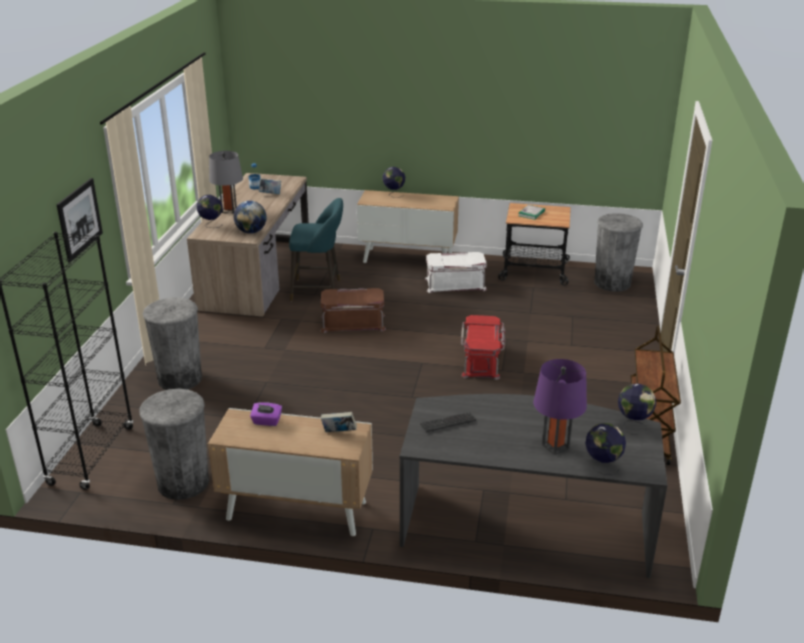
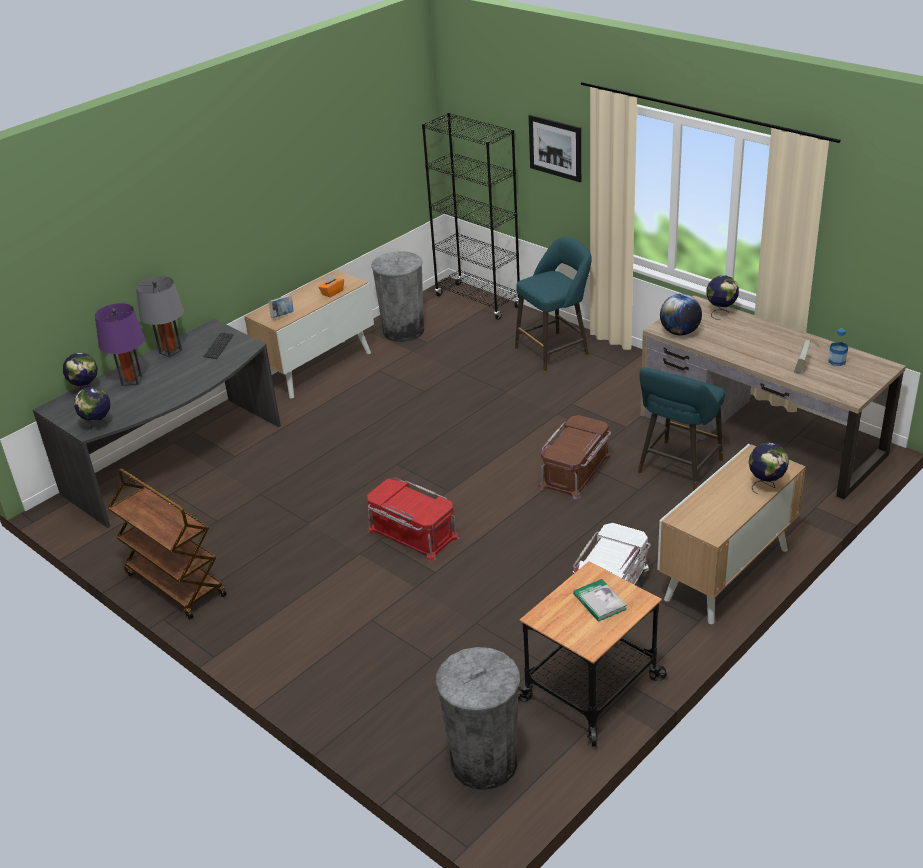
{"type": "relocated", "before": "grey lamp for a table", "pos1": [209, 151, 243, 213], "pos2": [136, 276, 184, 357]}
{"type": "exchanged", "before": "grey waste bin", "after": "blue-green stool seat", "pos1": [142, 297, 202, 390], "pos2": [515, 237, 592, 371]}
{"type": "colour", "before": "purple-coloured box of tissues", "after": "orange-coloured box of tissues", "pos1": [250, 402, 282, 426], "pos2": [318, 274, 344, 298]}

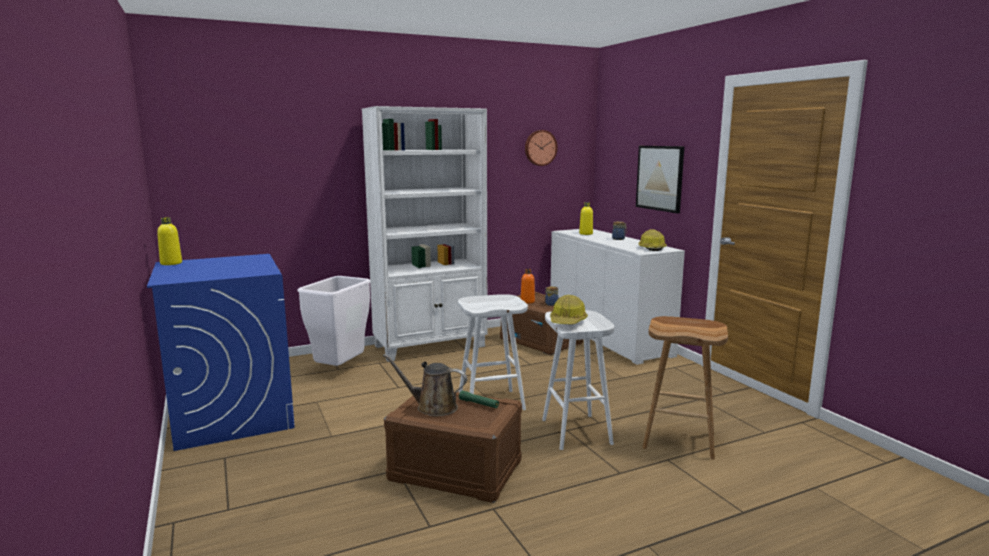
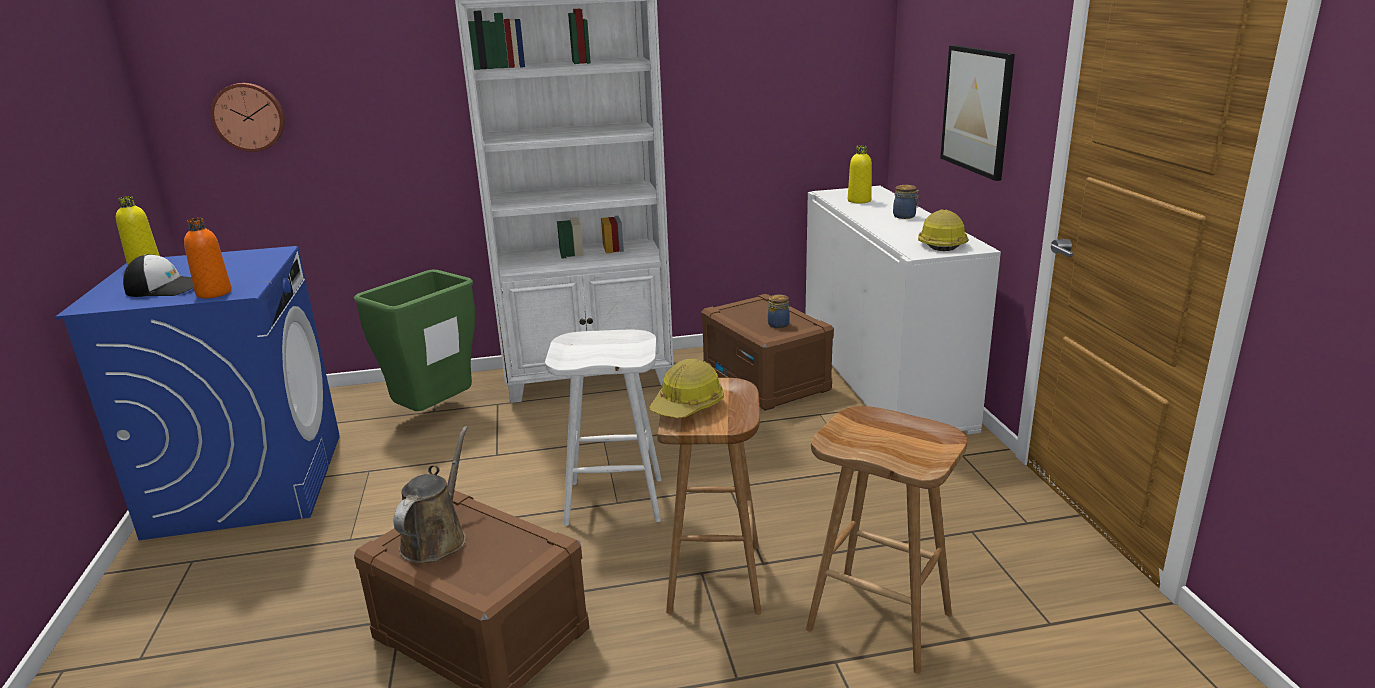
{"type": "relocated", "before": "clock on the wall", "pos1": [525, 130, 558, 166], "pos2": [211, 83, 285, 152]}
{"type": "relocated", "before": "orange-coloured drink bottle", "pos1": [521, 269, 535, 304], "pos2": [184, 218, 232, 298]}
{"type": "colour", "before": "white waste bin", "after": "green waste bin", "pos1": [297, 276, 371, 366], "pos2": [354, 270, 475, 411]}
{"type": "colour", "before": "white stool seat", "after": "brownish stool seat", "pos1": [542, 310, 614, 450], "pos2": [657, 378, 761, 615]}
{"type": "spun", "before": "brownish watering pot", "pos1": [383, 354, 467, 416], "pos2": [394, 426, 468, 563], "turn": 75}
{"type": "missing", "before": "green flashlight", "pos1": [459, 390, 499, 408]}
{"type": "appeared", "after": "cap", "pos2": [123, 254, 194, 297]}

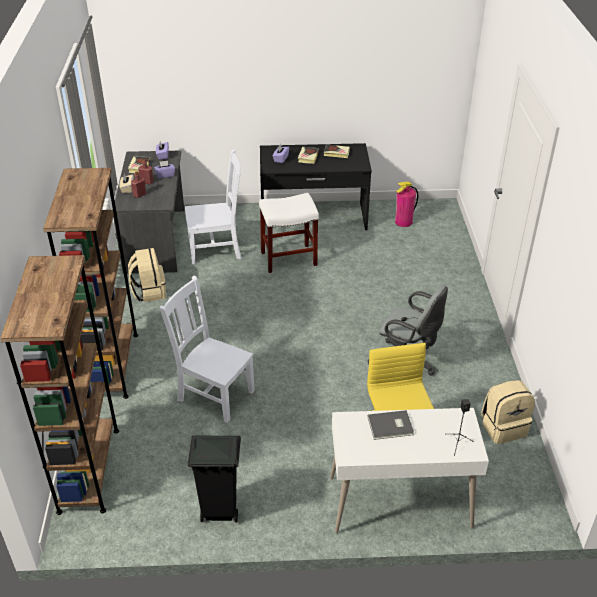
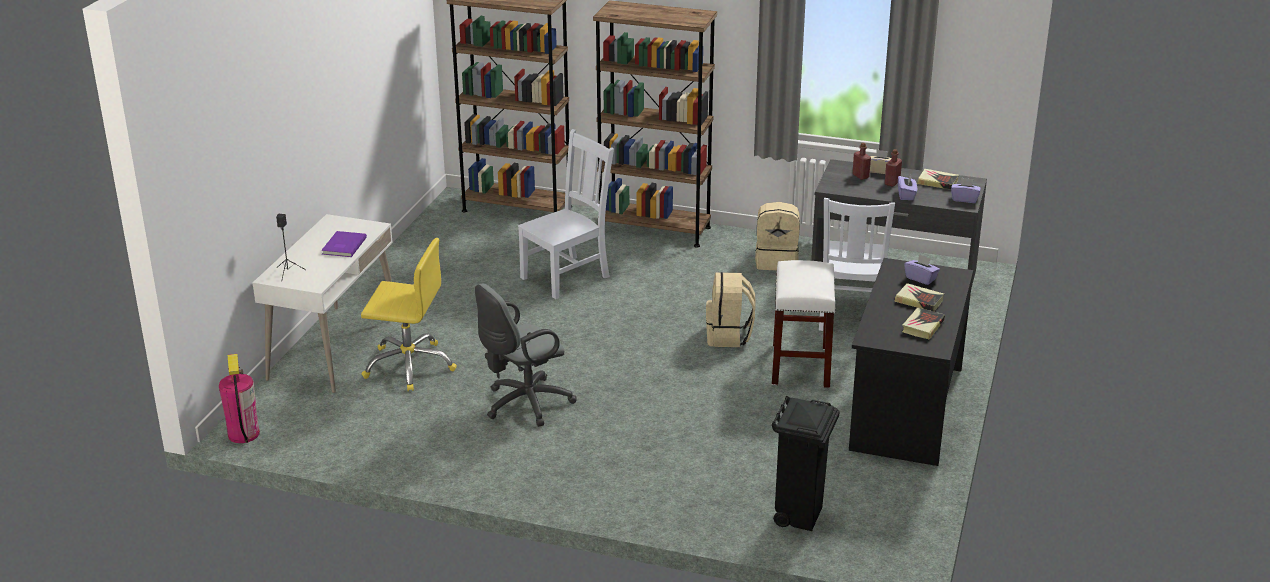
{"type": "relocated", "before": "fire-fighting cylinder", "pos1": [395, 181, 418, 227], "pos2": [219, 354, 260, 443]}
{"type": "relocated", "before": "beige rucksack", "pos1": [481, 380, 535, 444], "pos2": [706, 272, 756, 347]}
{"type": "colour", "before": "grey bound book", "after": "purple-coloured bound book", "pos1": [368, 410, 414, 440], "pos2": [321, 231, 367, 257]}
{"type": "relocated", "before": "black waste bin", "pos1": [188, 436, 241, 523], "pos2": [772, 396, 840, 531]}

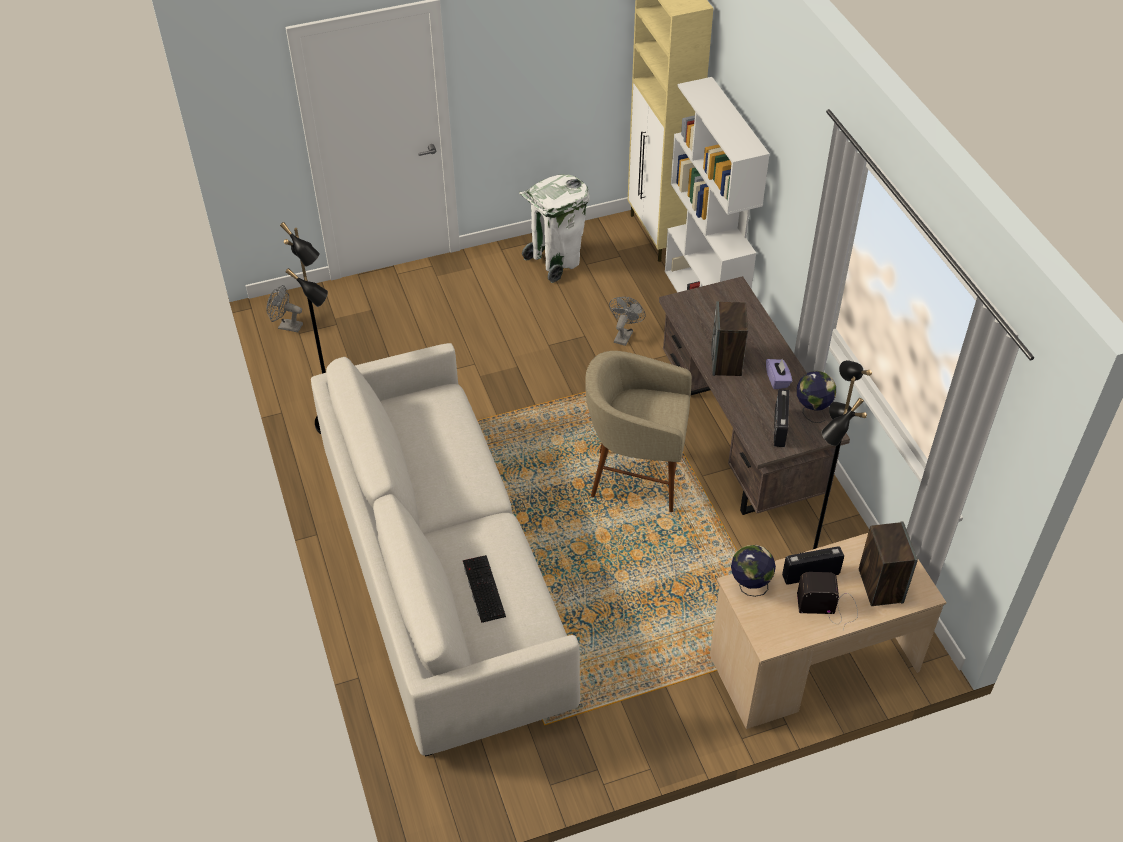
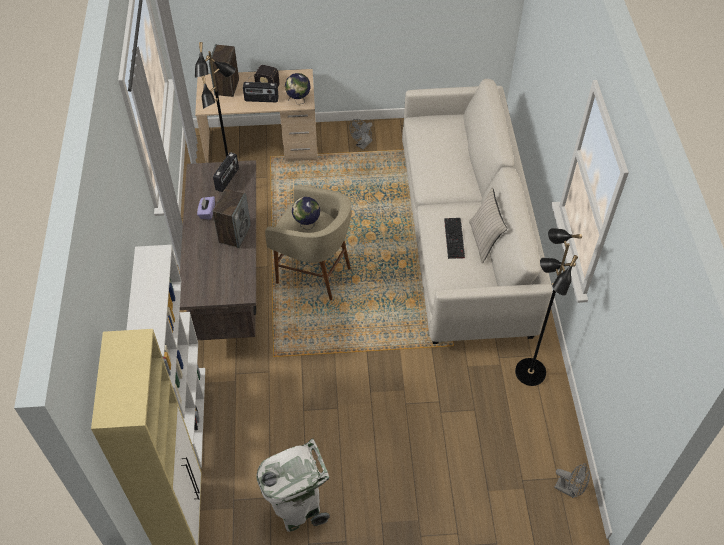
{"type": "relocated", "before": "grey fan", "pos1": [609, 297, 646, 346], "pos2": [349, 119, 373, 150]}
{"type": "relocated", "before": "world globe", "pos1": [797, 371, 836, 423], "pos2": [292, 197, 320, 230]}
{"type": "relocated", "before": "PC keyboard", "pos1": [463, 555, 506, 623], "pos2": [444, 218, 465, 259]}
{"type": "appeared", "after": "beige pillow", "pos2": [469, 187, 507, 264]}

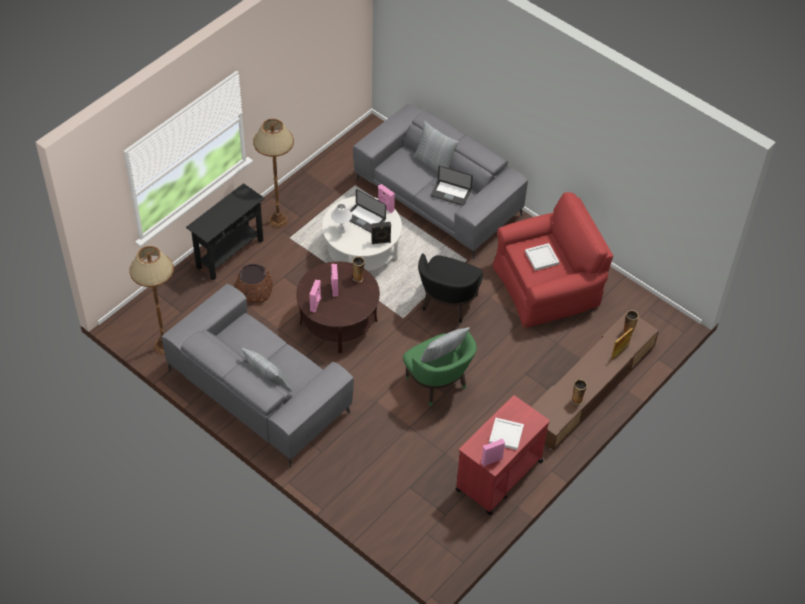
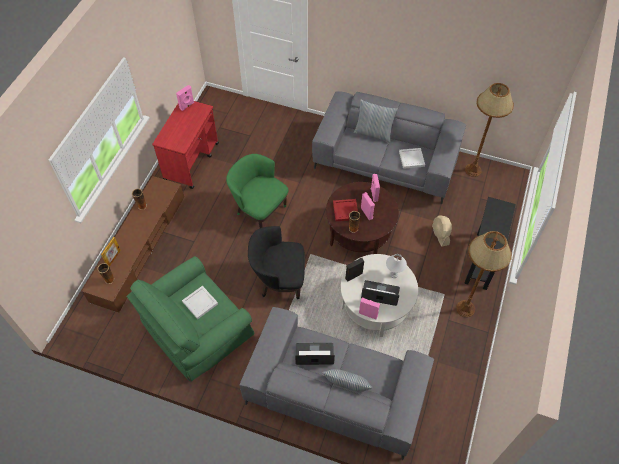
{"type": "colour", "before": "reddish easy chair", "after": "green easy chair", "pos1": [493, 192, 613, 328], "pos2": [126, 256, 254, 382]}
{"type": "spun", "before": "black easy chair", "pos1": [418, 253, 483, 323], "pos2": [248, 226, 305, 299], "turn": -90}
{"type": "exchanged", "before": "brownish planter", "after": "beige fan", "pos1": [235, 264, 273, 303], "pos2": [432, 215, 452, 247]}
{"type": "missing", "before": "pillow", "pos1": [420, 327, 470, 362]}
{"type": "relocated", "before": "white carrying tray", "pos1": [489, 418, 524, 450], "pos2": [399, 148, 425, 169]}
{"type": "appeared", "after": "reddish carrying tray", "pos2": [333, 199, 358, 221]}

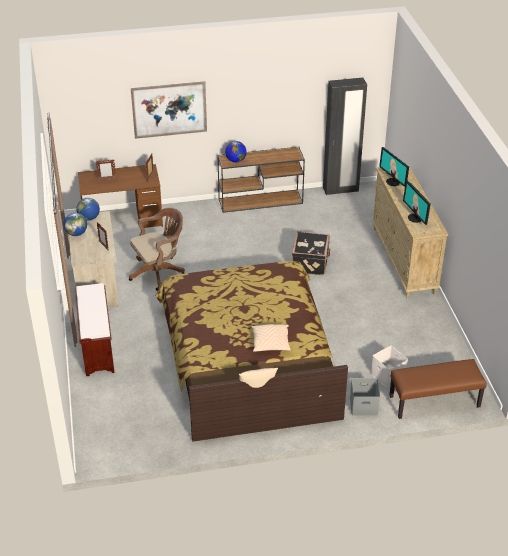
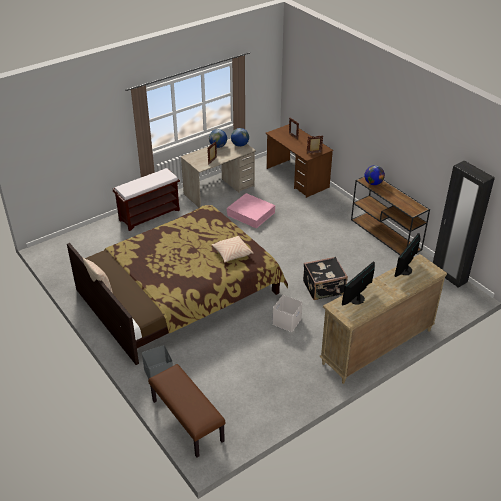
{"type": "missing", "before": "picture", "pos1": [131, 81, 207, 139]}
{"type": "exchanged", "before": "brownish office chair", "after": "pink storage bin", "pos1": [129, 208, 185, 291], "pos2": [227, 193, 275, 228]}
{"type": "relocated", "before": "beige pillow", "pos1": [251, 324, 291, 352], "pos2": [211, 236, 254, 262]}
{"type": "relocated", "before": "white storage bin", "pos1": [371, 346, 408, 388], "pos2": [272, 295, 303, 332]}

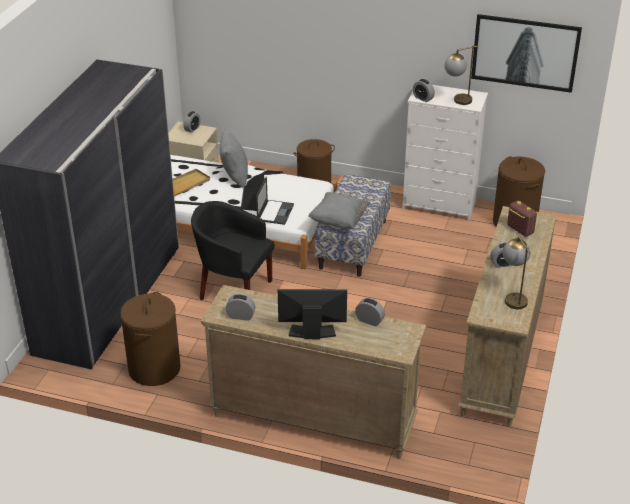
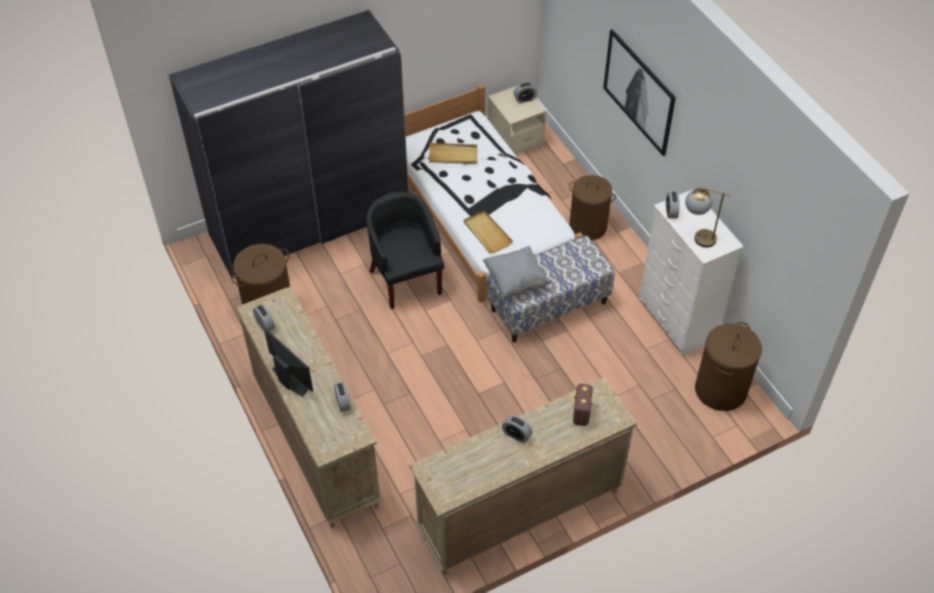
{"type": "relocated", "before": "picture", "pos1": [471, 14, 582, 93], "pos2": [603, 29, 676, 156]}
{"type": "missing", "before": "grey pillow", "pos1": [220, 129, 248, 188]}
{"type": "exchanged", "before": "portable computer", "after": "beige carrying tray", "pos1": [256, 176, 294, 225], "pos2": [464, 211, 513, 254]}
{"type": "missing", "before": "lamp for a table", "pos1": [503, 235, 530, 309]}

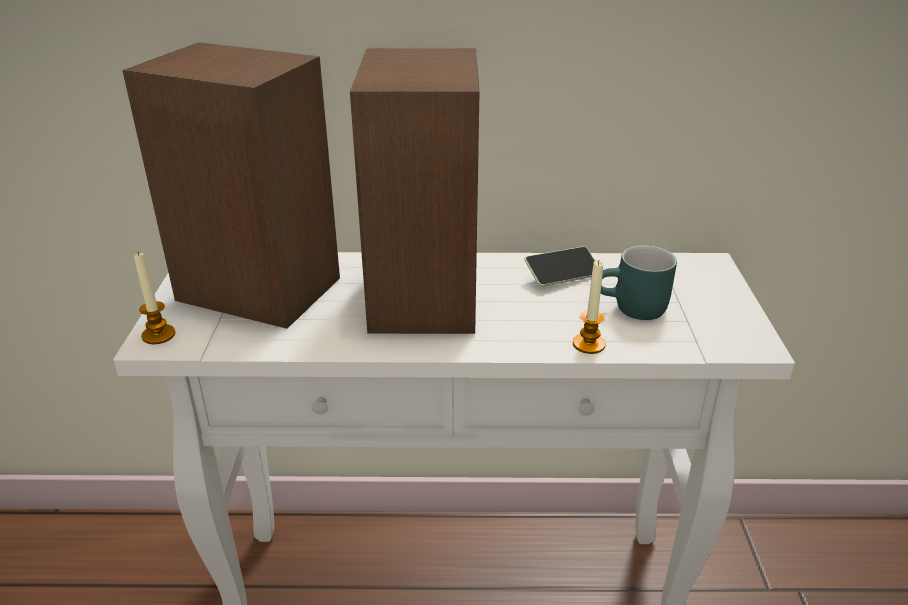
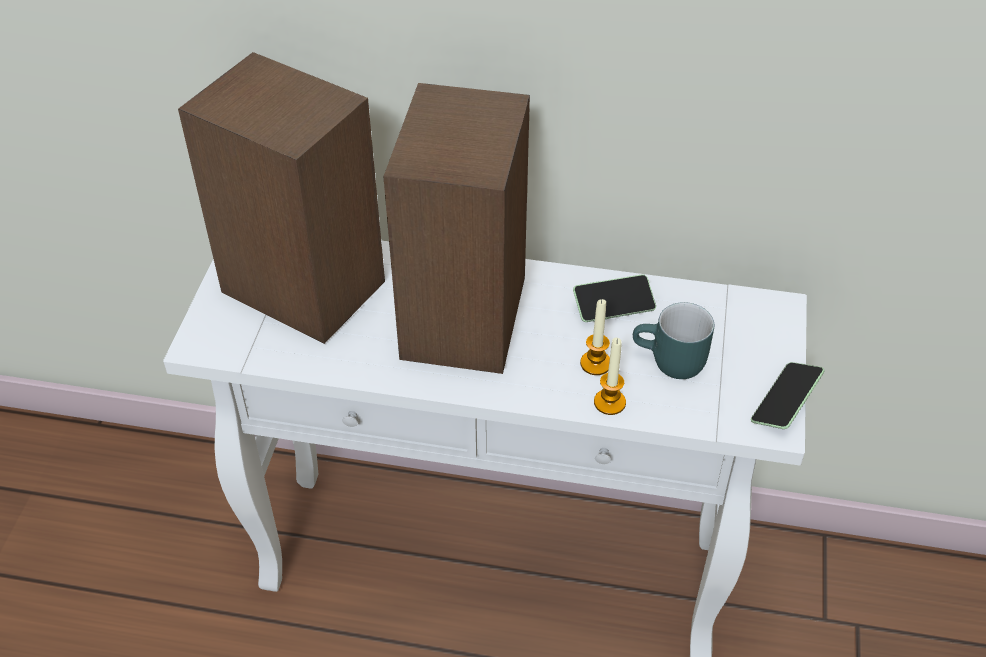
{"type": "relocated", "before": "candle", "pos1": [134, 252, 175, 344], "pos2": [580, 299, 610, 375]}
{"type": "appeared", "after": "telephone", "pos2": [751, 362, 825, 429]}

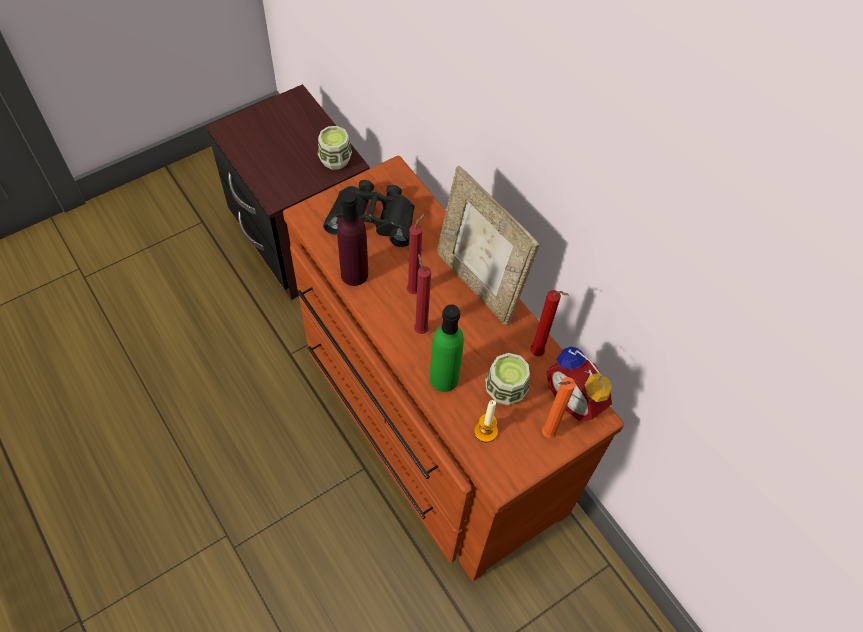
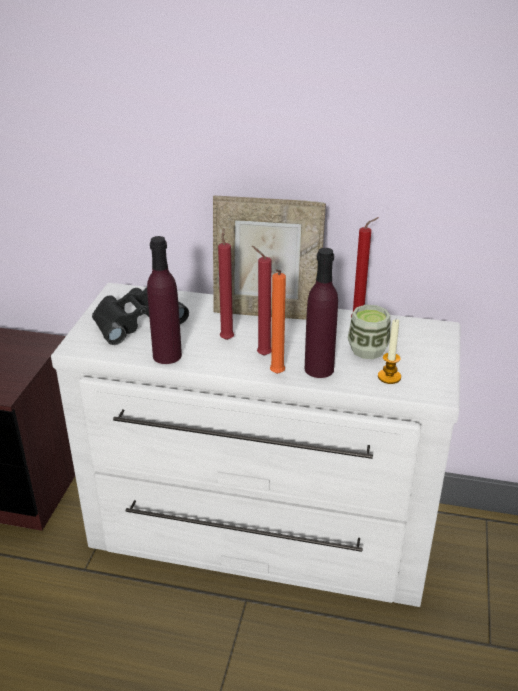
{"type": "missing", "before": "small cup", "pos1": [318, 126, 352, 170]}
{"type": "colour", "before": "brownish dresser", "after": "white dresser", "pos1": [283, 156, 624, 581], "pos2": [51, 283, 461, 607]}
{"type": "colour", "before": "green drink bottle", "after": "purple-coloured drink bottle", "pos1": [429, 304, 464, 392], "pos2": [305, 248, 338, 378]}
{"type": "missing", "before": "alarm clock", "pos1": [546, 347, 612, 422]}
{"type": "relocated", "before": "orange-coloured candle", "pos1": [542, 377, 576, 438], "pos2": [270, 269, 286, 374]}

